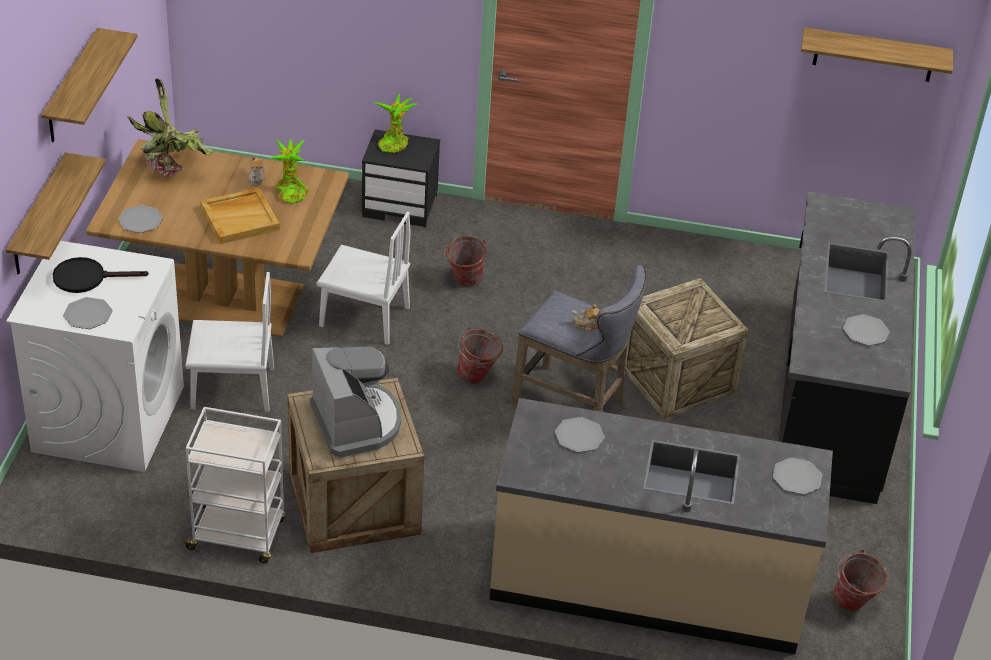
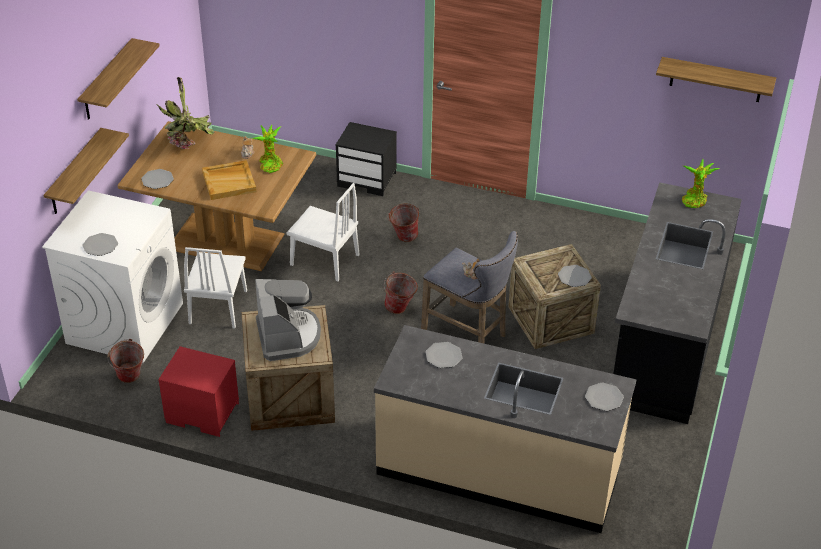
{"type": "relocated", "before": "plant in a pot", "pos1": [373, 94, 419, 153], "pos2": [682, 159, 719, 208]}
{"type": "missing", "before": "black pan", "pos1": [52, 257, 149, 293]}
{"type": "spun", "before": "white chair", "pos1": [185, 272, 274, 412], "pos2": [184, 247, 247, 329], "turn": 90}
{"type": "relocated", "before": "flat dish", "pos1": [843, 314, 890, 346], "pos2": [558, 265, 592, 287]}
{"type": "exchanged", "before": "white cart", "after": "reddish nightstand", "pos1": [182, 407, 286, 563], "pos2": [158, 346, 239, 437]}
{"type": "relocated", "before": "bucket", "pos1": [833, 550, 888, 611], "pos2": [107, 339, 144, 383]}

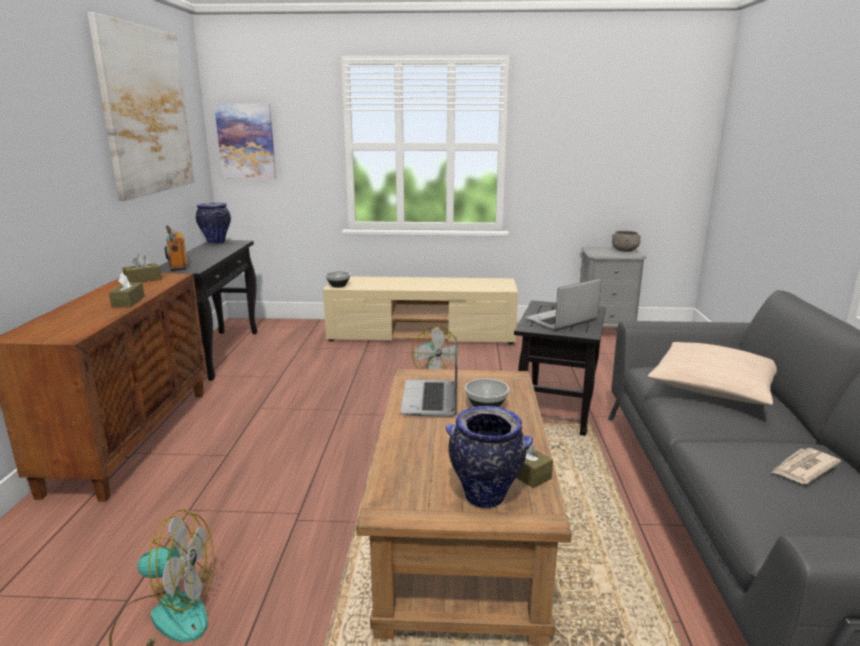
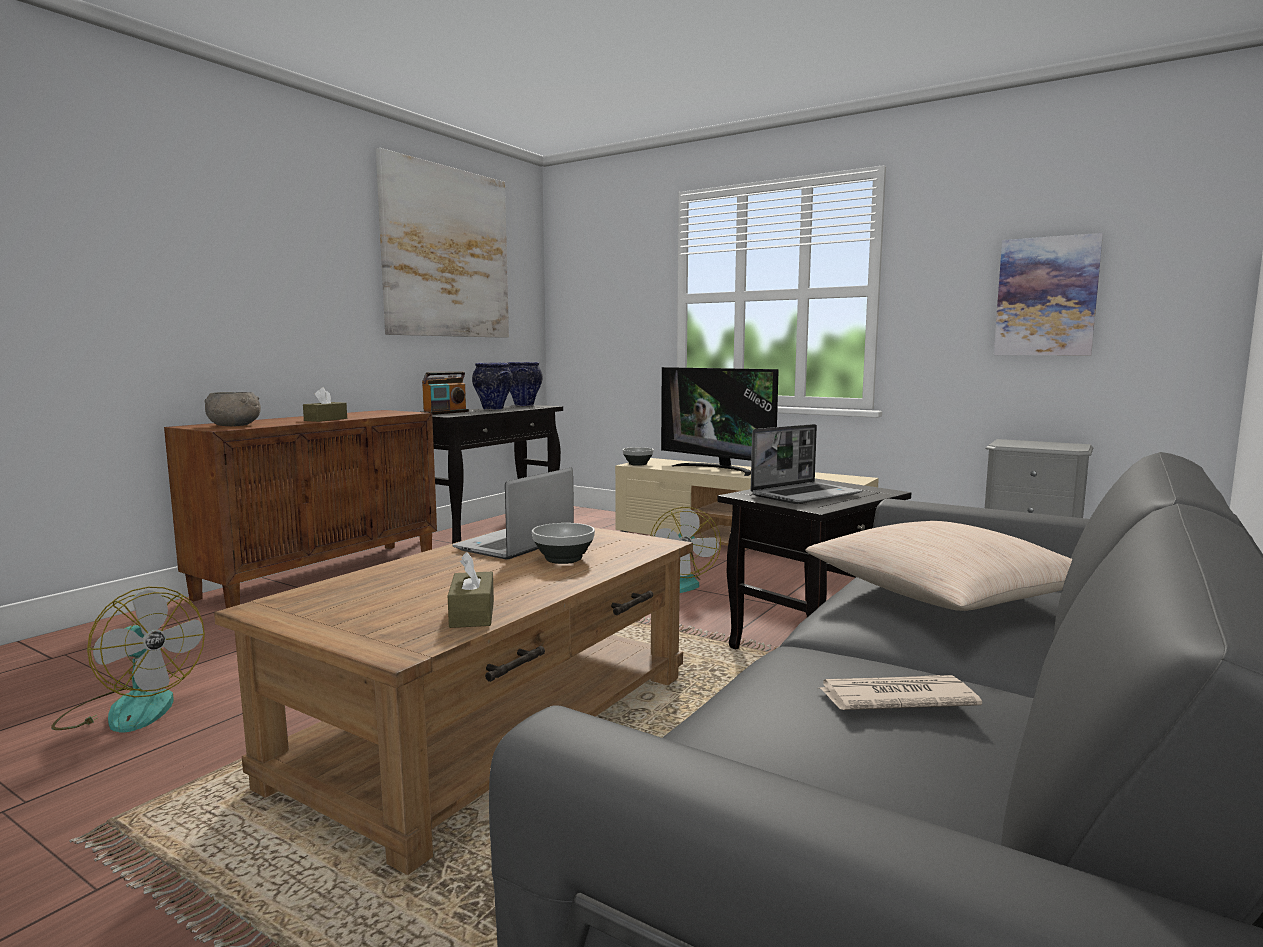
{"type": "relocated", "before": "picture", "pos1": [214, 104, 276, 179], "pos2": [994, 233, 1103, 355]}
{"type": "spun", "before": "radio receiver", "pos1": [165, 225, 188, 271], "pos2": [420, 371, 469, 415], "turn": -150}
{"type": "relocated", "before": "grey bowl", "pos1": [612, 231, 641, 252], "pos2": [204, 392, 261, 426]}
{"type": "missing", "before": "brownish box of tissues", "pos1": [123, 254, 162, 283]}
{"type": "spun", "before": "portable computer", "pos1": [525, 278, 601, 331], "pos2": [751, 424, 862, 504], "turn": 150}
{"type": "relocated", "before": "flower vase", "pos1": [446, 406, 533, 508], "pos2": [472, 363, 513, 410]}
{"type": "appeared", "after": "television", "pos2": [661, 367, 779, 476]}

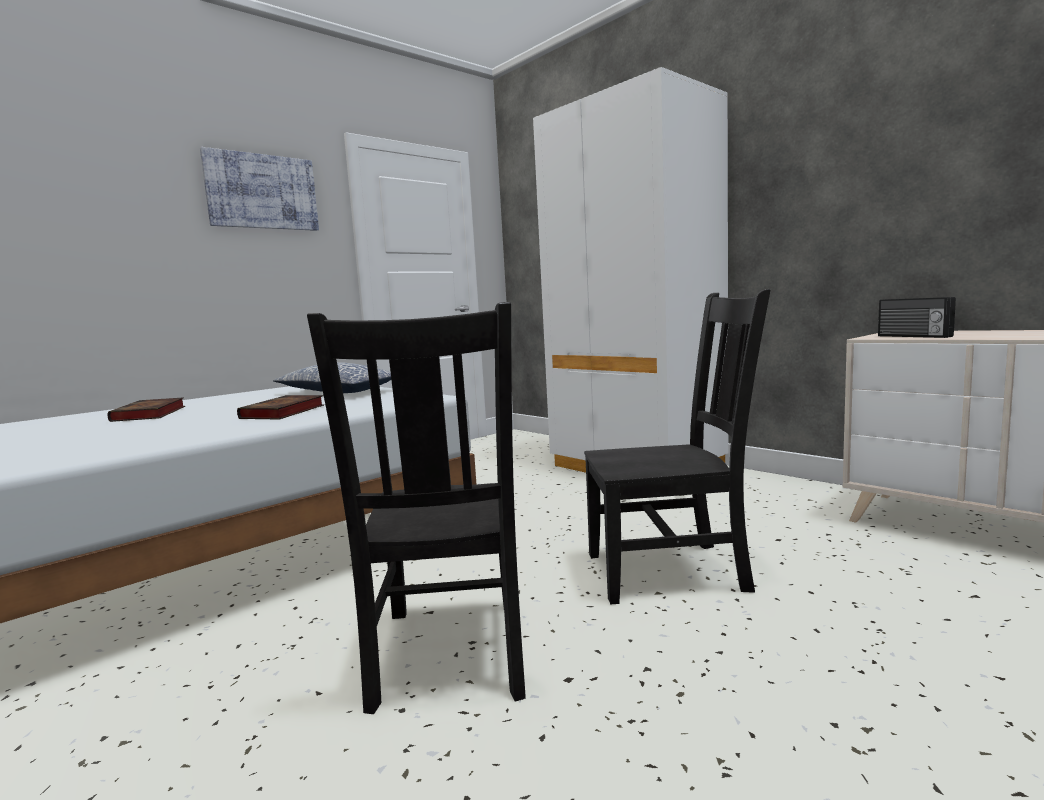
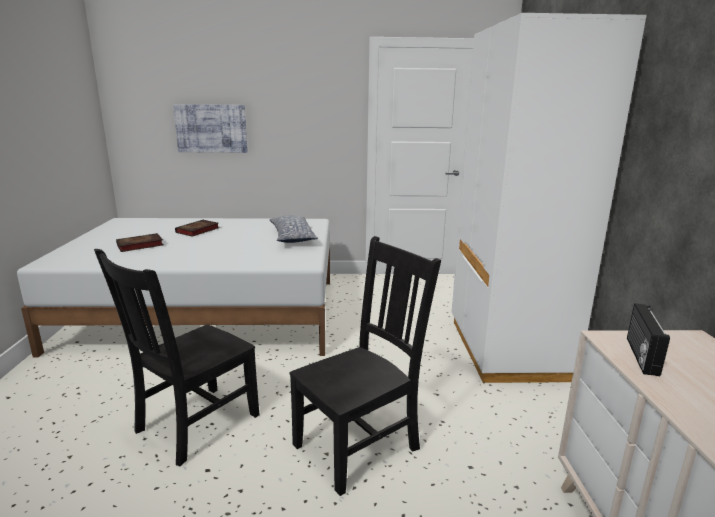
{"type": "relocated", "before": "picture", "pos1": [200, 147, 319, 231], "pos2": [173, 104, 248, 153]}
{"type": "spun", "before": "black chair", "pos1": [584, 289, 771, 604], "pos2": [289, 236, 441, 496], "turn": -75}
{"type": "relocated", "before": "bound book", "pos1": [237, 395, 324, 420], "pos2": [116, 233, 163, 252]}

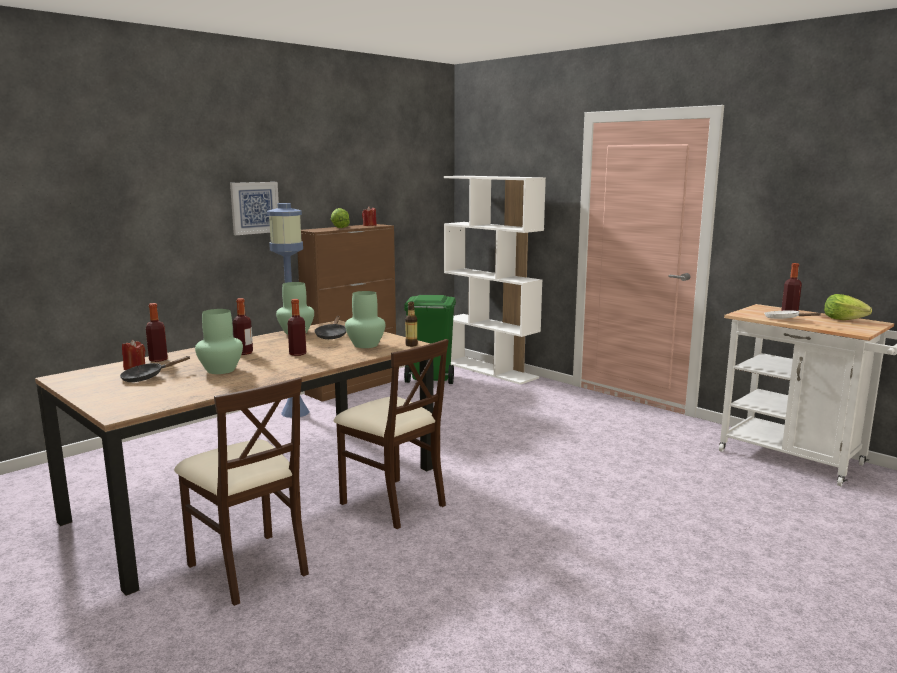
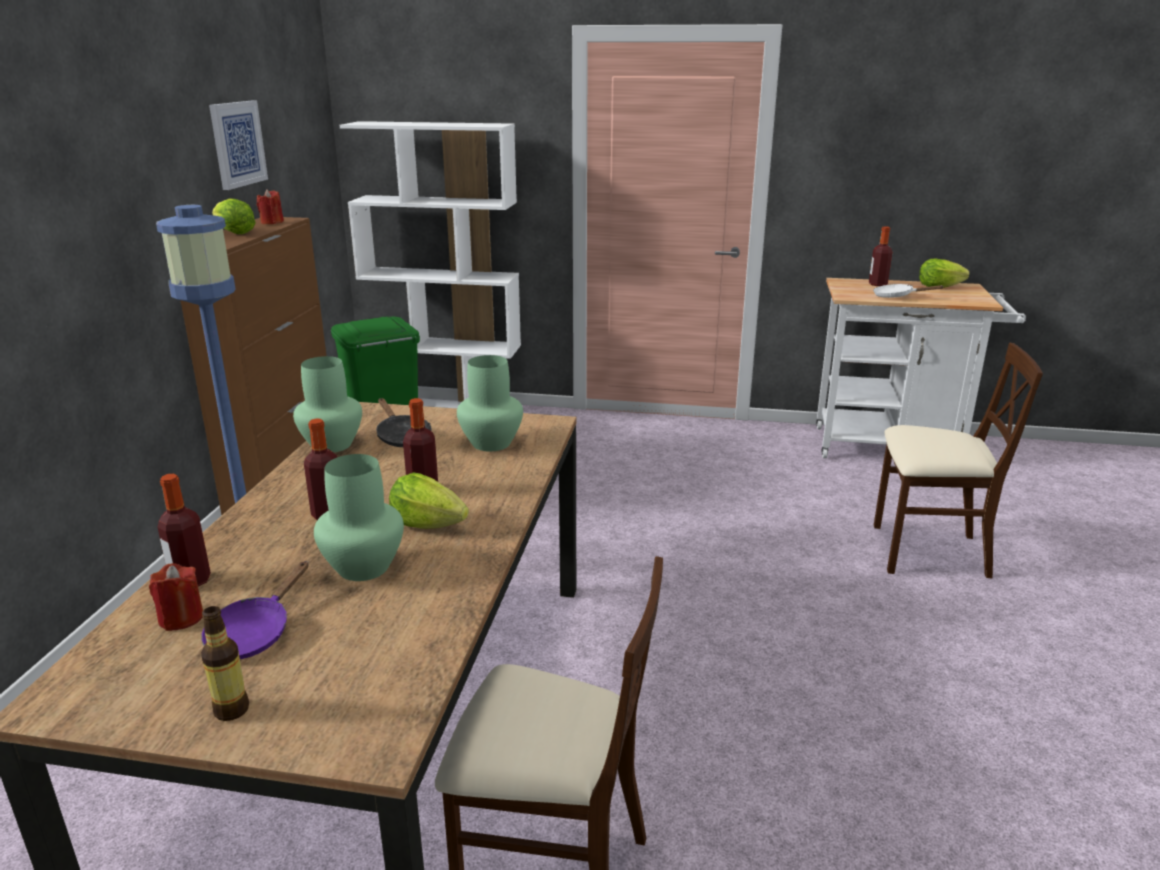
{"type": "relocated", "before": "picture", "pos1": [230, 182, 279, 235], "pos2": [209, 101, 268, 190]}
{"type": "relocated", "before": "drink bottle", "pos1": [405, 301, 418, 347], "pos2": [201, 606, 249, 721]}
{"type": "relocated", "before": "beige chair", "pos1": [334, 339, 449, 529], "pos2": [874, 343, 1043, 578]}
{"type": "colour", "before": "black pan", "after": "purple-coloured pan", "pos1": [120, 356, 191, 382], "pos2": [201, 561, 309, 659]}
{"type": "appeared", "after": "head of lettuce", "pos2": [389, 473, 469, 529]}

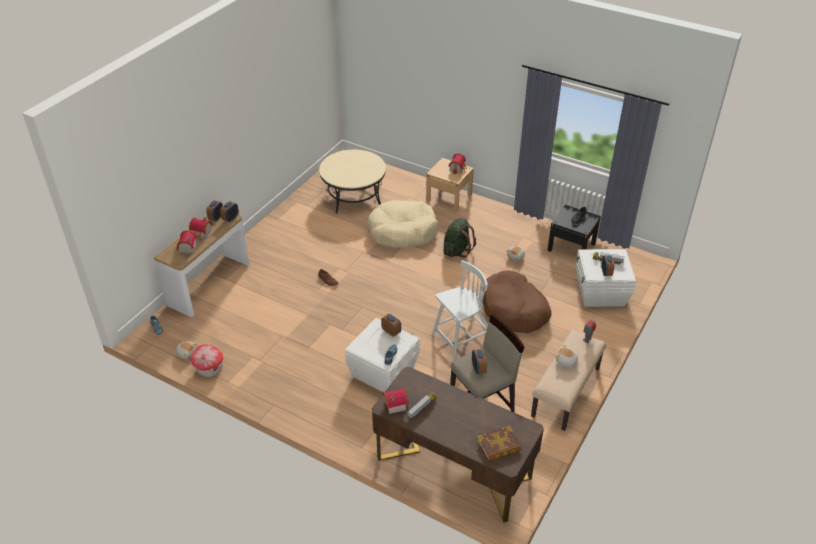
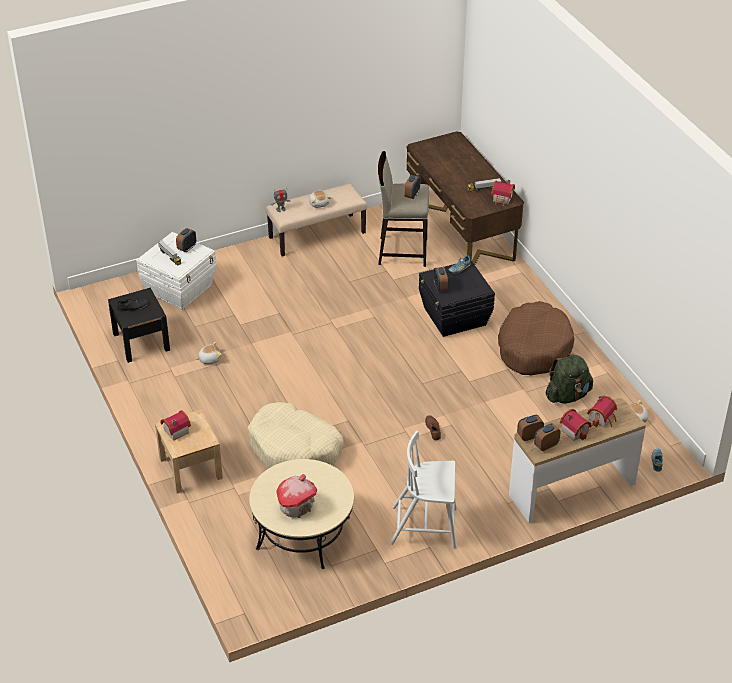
{"type": "relocated", "before": "green rucksack", "pos1": [443, 218, 476, 258], "pos2": [546, 354, 593, 404]}
{"type": "relocated", "before": "white chair", "pos1": [432, 260, 488, 360], "pos2": [390, 431, 457, 548]}
{"type": "relocated", "before": "brownish dog cushion", "pos1": [482, 270, 551, 333], "pos2": [498, 301, 574, 376]}
{"type": "colour", "before": "white storage bin", "after": "black storage bin", "pos1": [345, 318, 420, 392], "pos2": [419, 260, 495, 337]}
{"type": "relocated", "before": "model house", "pos1": [190, 344, 223, 377], "pos2": [276, 474, 317, 518]}
{"type": "missing", "before": "bound book", "pos1": [477, 426, 522, 461]}

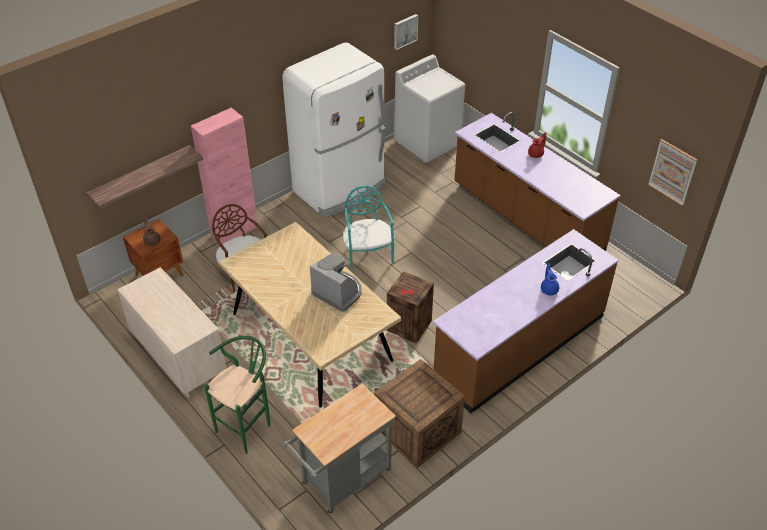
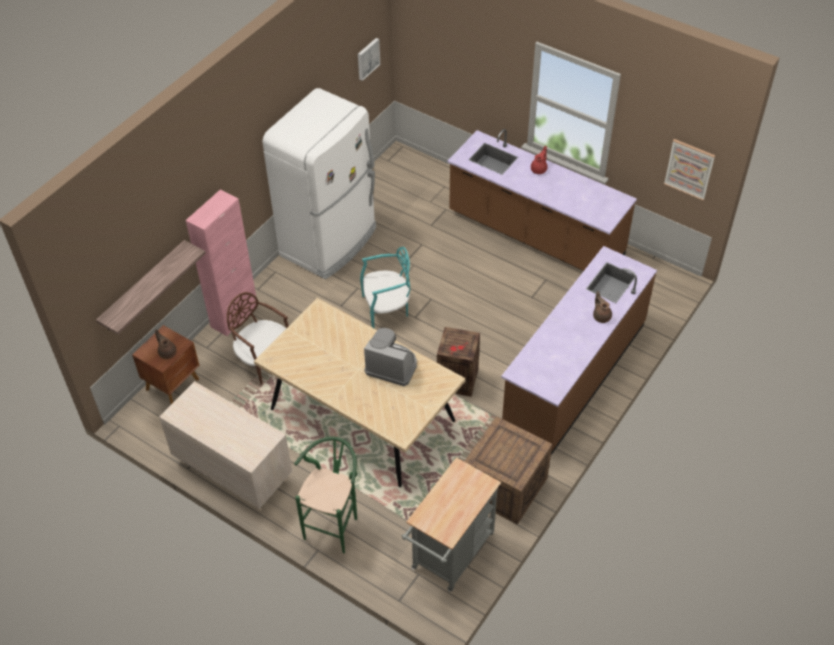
{"type": "missing", "before": "white laundry machine", "pos1": [394, 54, 465, 163]}
{"type": "spun", "before": "blue-green chair", "pos1": [343, 186, 395, 270], "pos2": [360, 247, 411, 328], "turn": 105}
{"type": "colour", "before": "blue pot for tea", "after": "brownish pot for tea", "pos1": [541, 263, 559, 296], "pos2": [593, 291, 612, 323]}

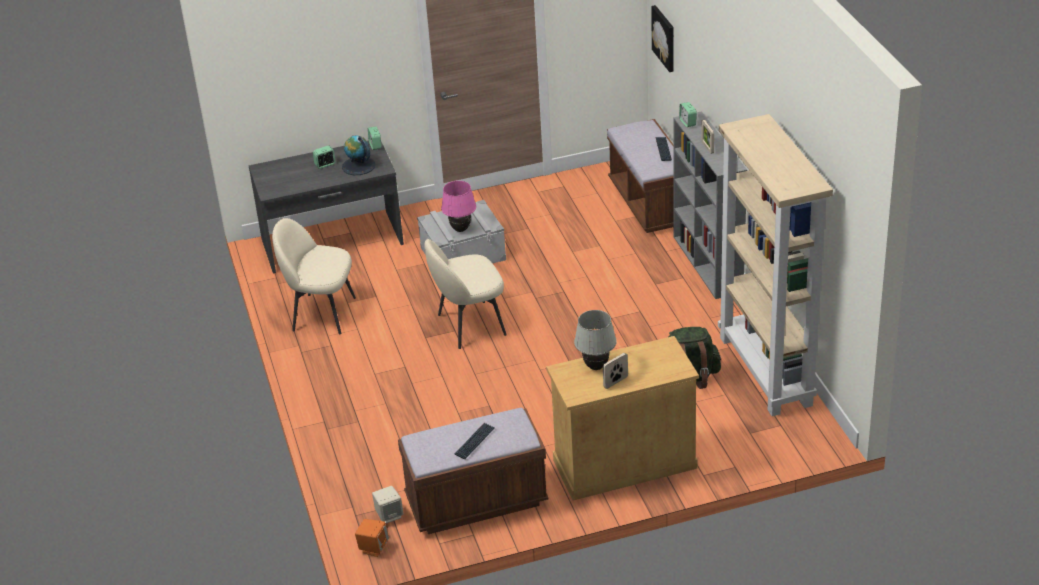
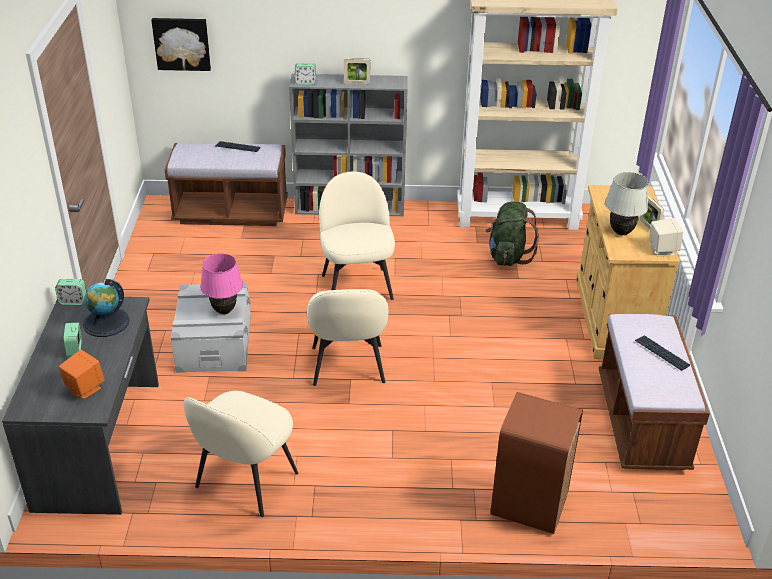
{"type": "relocated", "before": "beige audio speaker", "pos1": [372, 486, 404, 523], "pos2": [649, 218, 683, 257]}
{"type": "relocated", "before": "orange-coloured audio speaker", "pos1": [355, 519, 389, 557], "pos2": [59, 350, 105, 399]}
{"type": "appeared", "after": "beige chair", "pos2": [319, 172, 395, 300]}
{"type": "appeared", "after": "brownish waste bin", "pos2": [490, 392, 583, 534]}

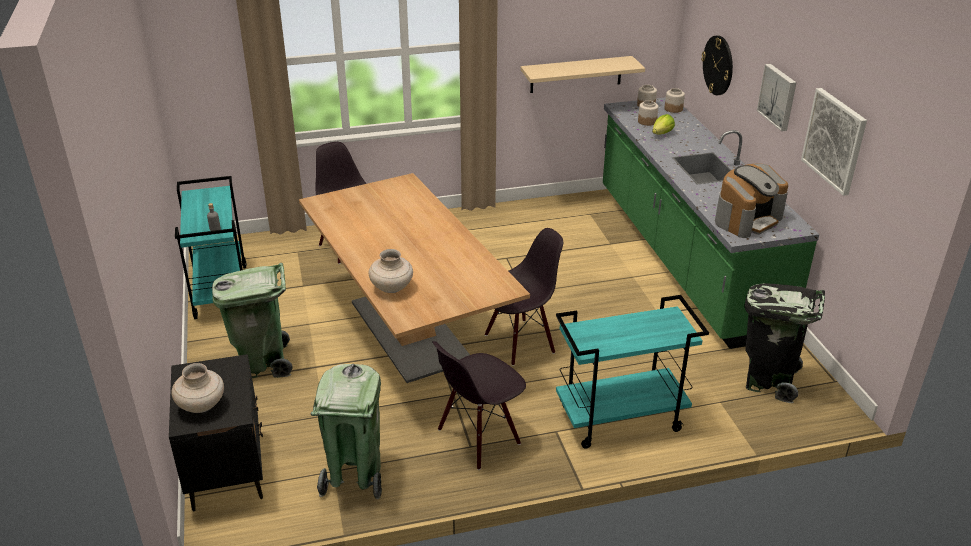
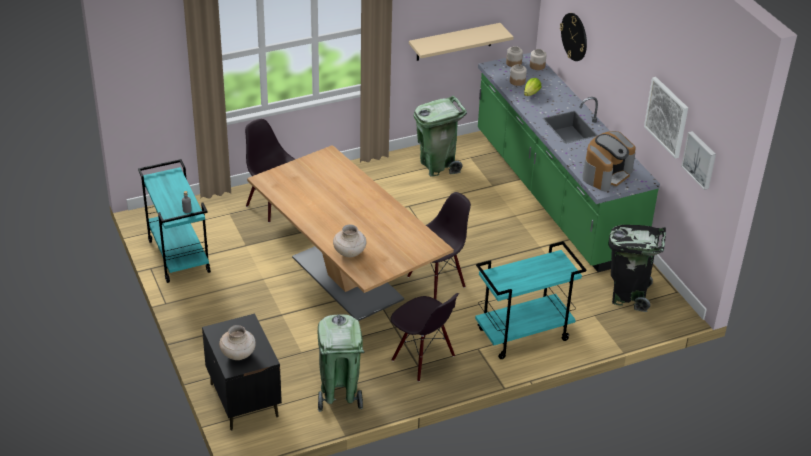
{"type": "relocated", "before": "picture", "pos1": [757, 64, 797, 131], "pos2": [681, 131, 716, 190]}
{"type": "relocated", "before": "green waste bin", "pos1": [212, 263, 293, 378], "pos2": [414, 96, 467, 177]}
{"type": "spun", "before": "black chair", "pos1": [432, 341, 526, 470], "pos2": [390, 293, 459, 382], "turn": -90}

